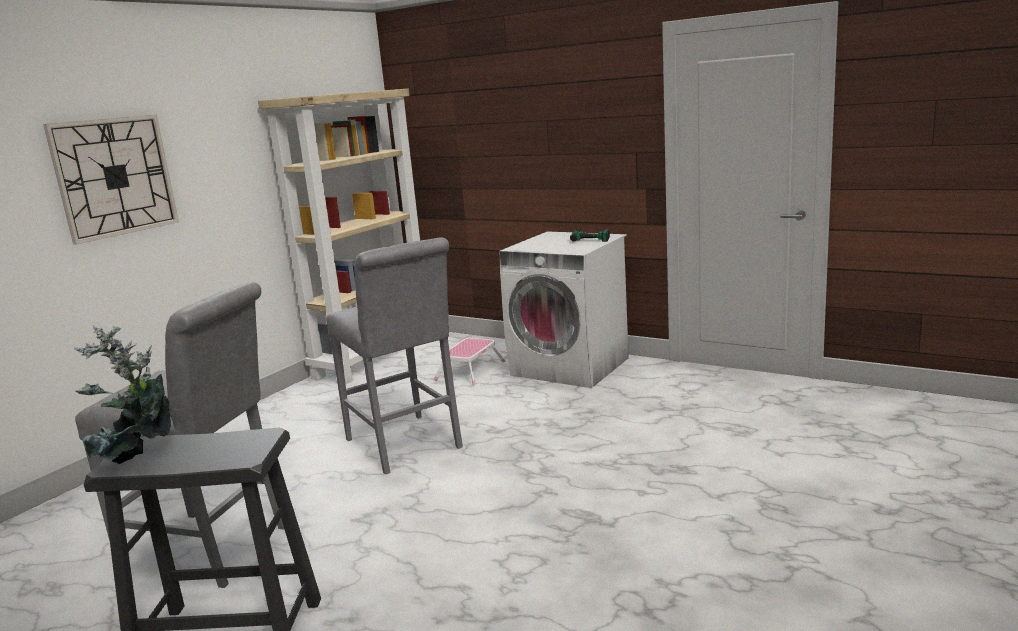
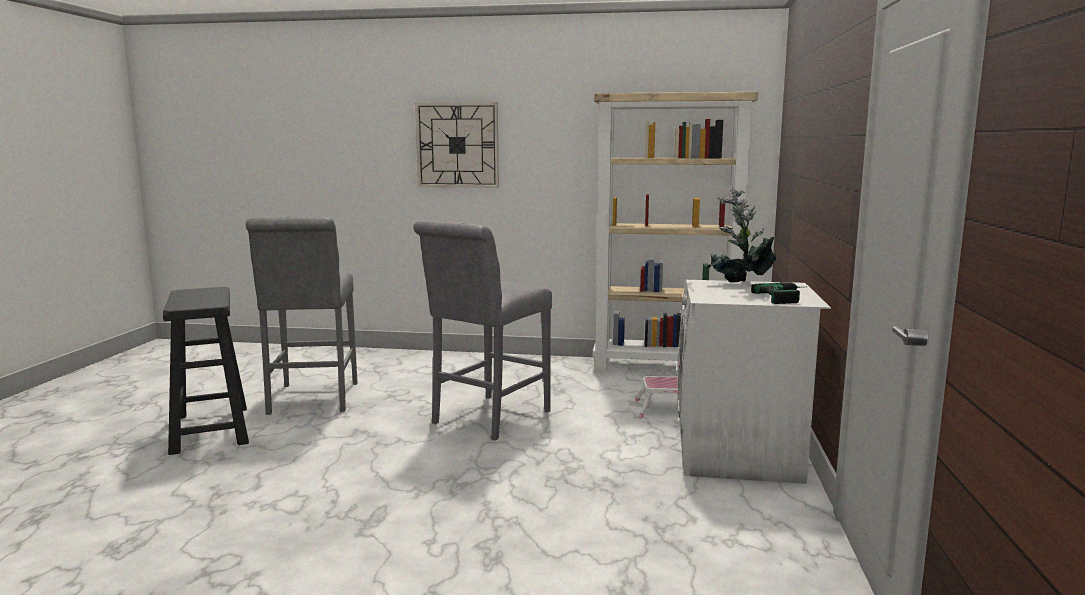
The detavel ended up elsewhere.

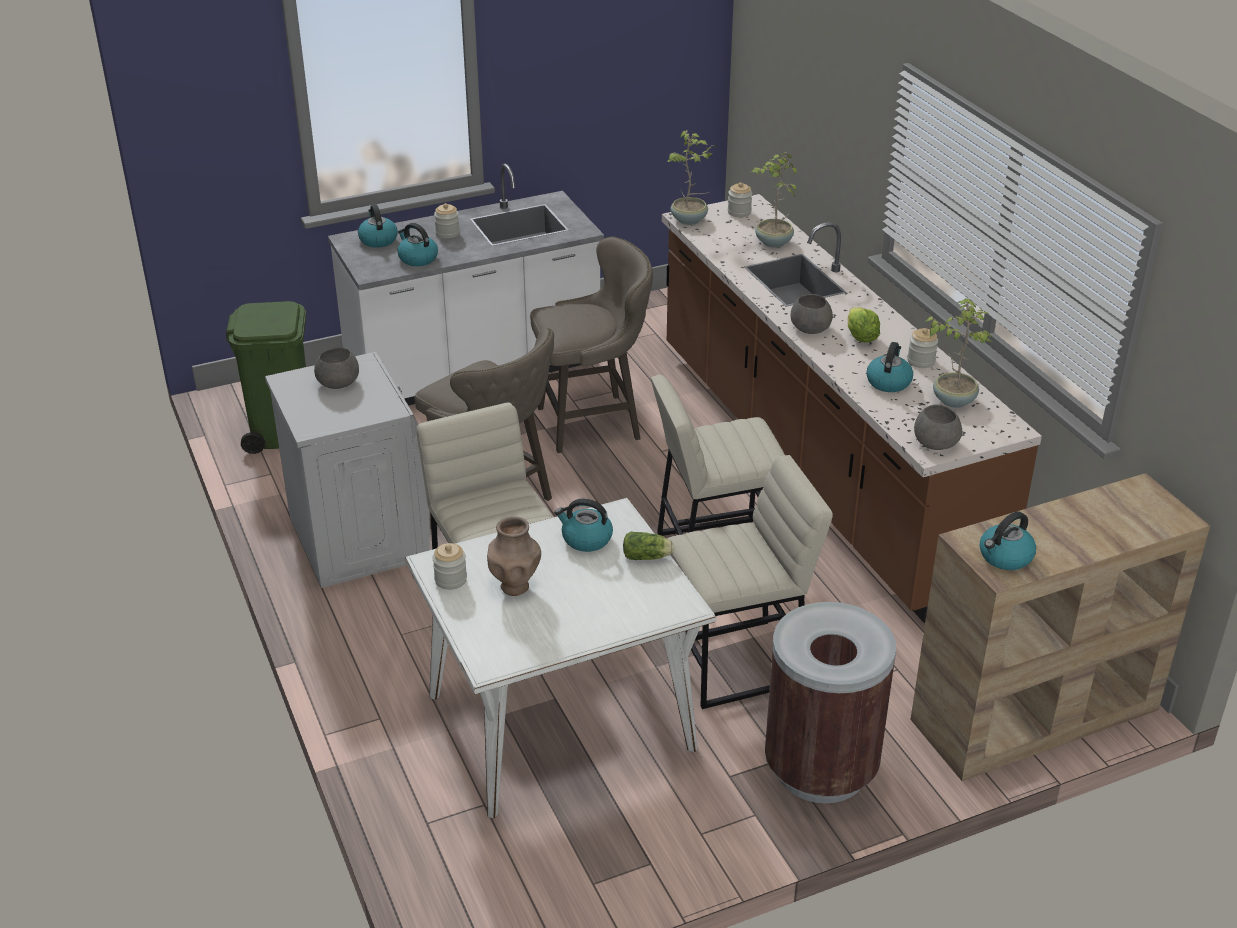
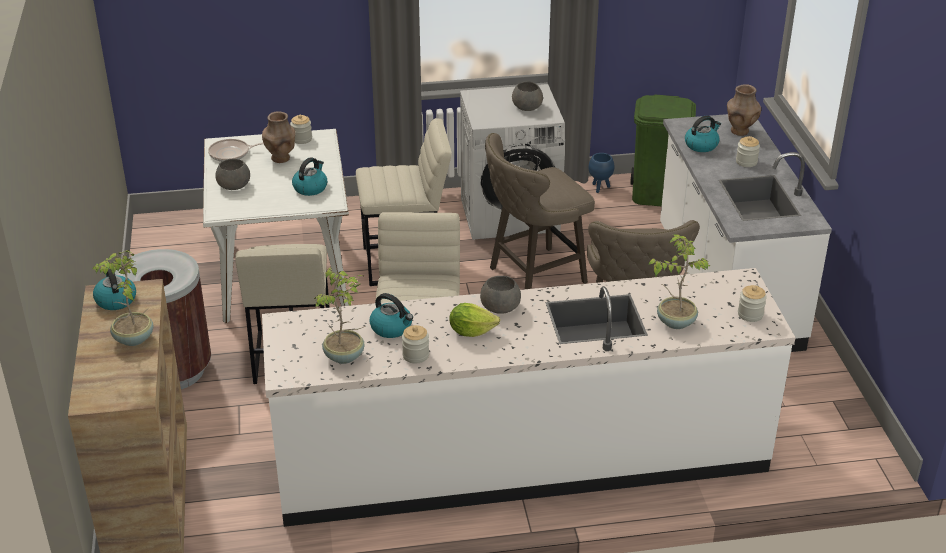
Where the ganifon (no. 1 from left) stood, the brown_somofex (no. 2 from left) came to stand.
The second view lost the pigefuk (no. 1 from left).
What was the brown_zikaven turned into the white_zikaven (no. 1 from left).
The detavel (no. 1 from left) ended up elsewhere.
The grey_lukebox (no. 3 from left in the first image) ended up elsewhere.
The second view gained the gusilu.
The second view gained the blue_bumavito.

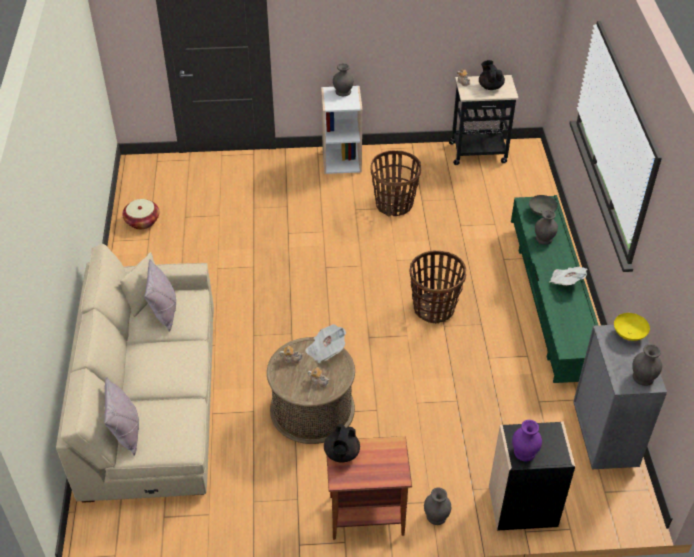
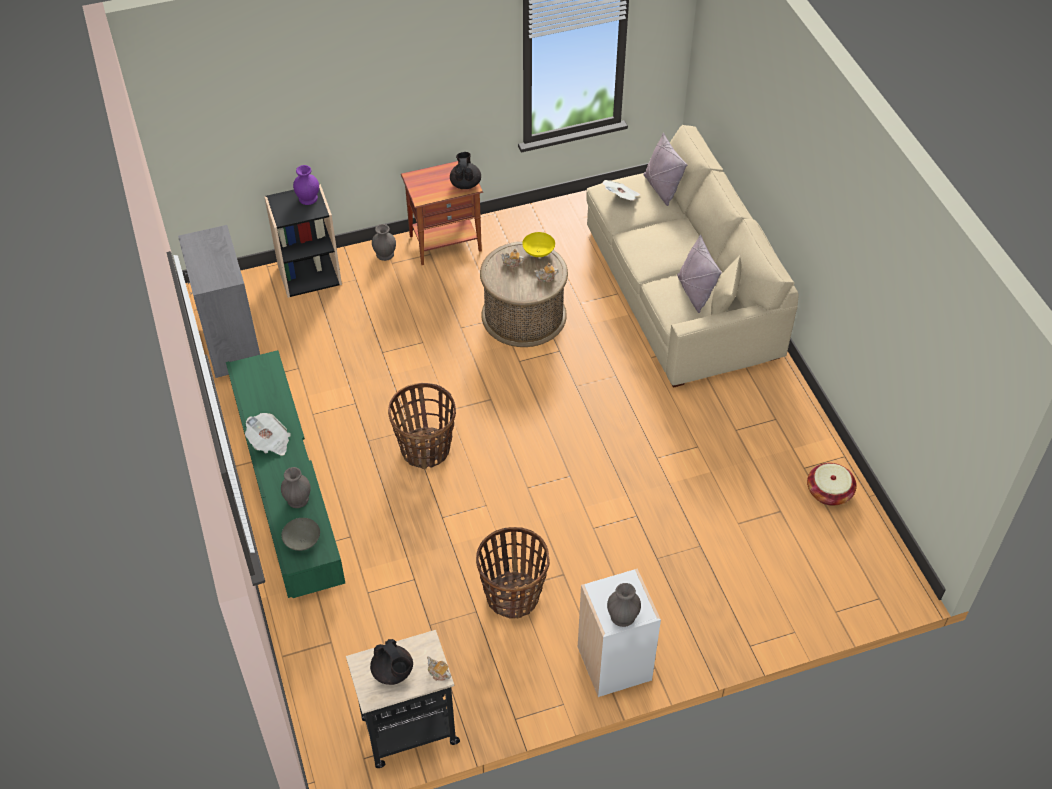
The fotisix (no. 1 from left in the first image) ended up elsewhere.
The yellow_lukebox ended up elsewhere.
The second view lost the grey_somofex (no. 4 from left).

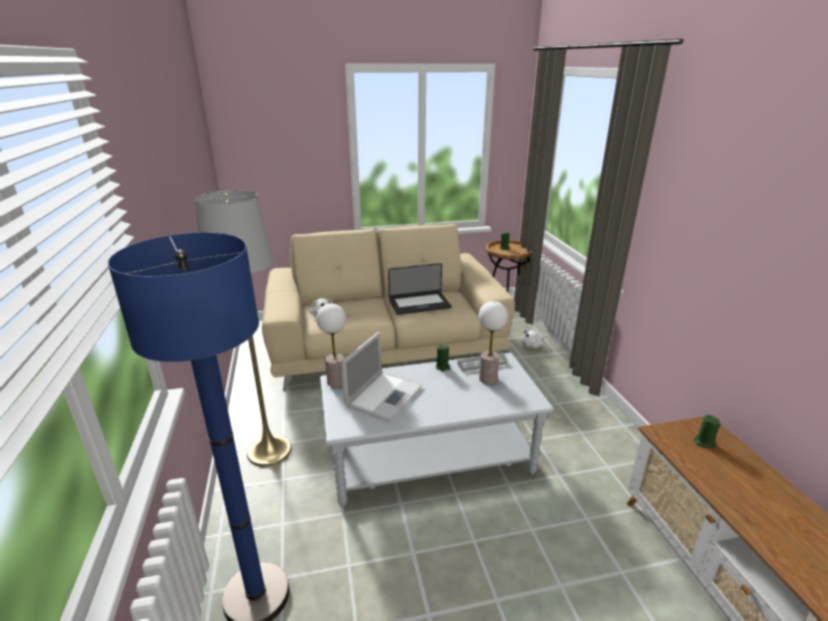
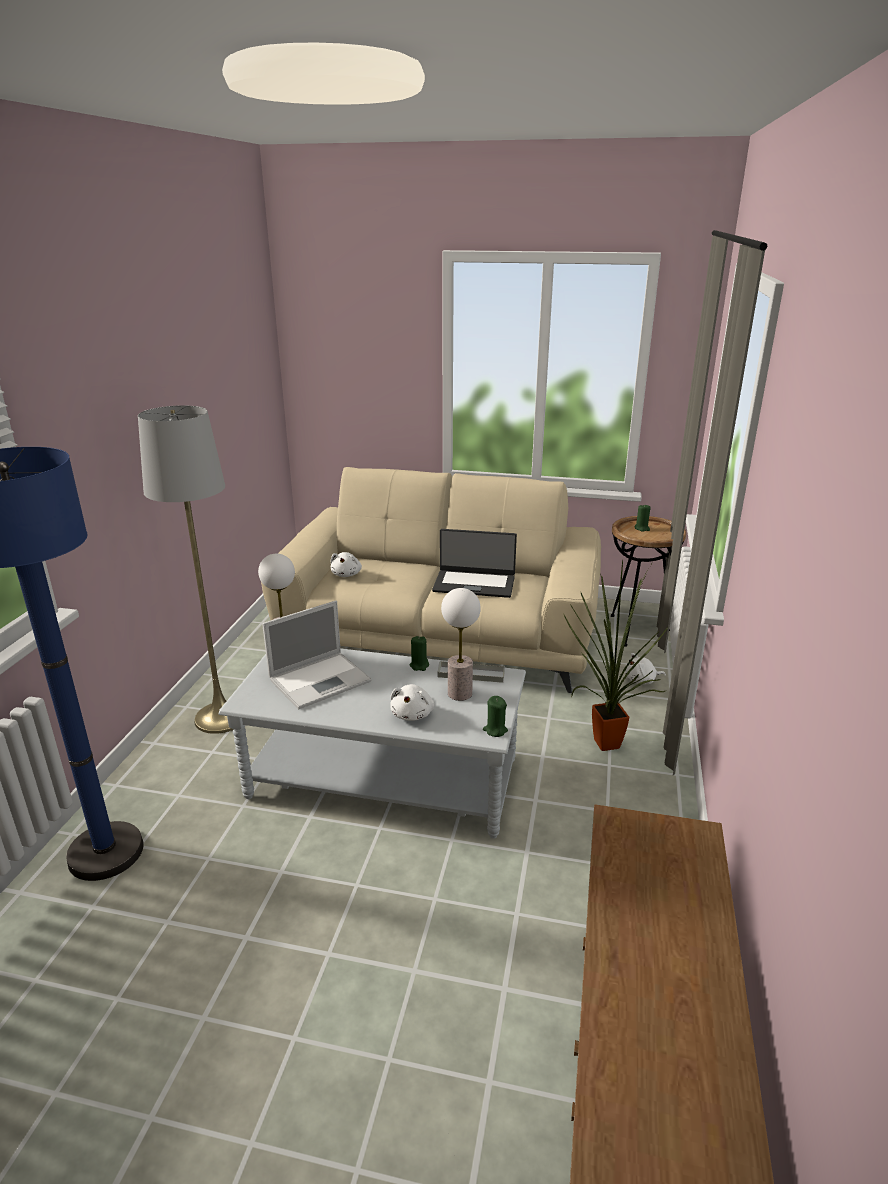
The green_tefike (no. 3 from left in the first image) ended up elsewhere.
The second view gained the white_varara (no. 2 from left).
The second view gained the detavel.

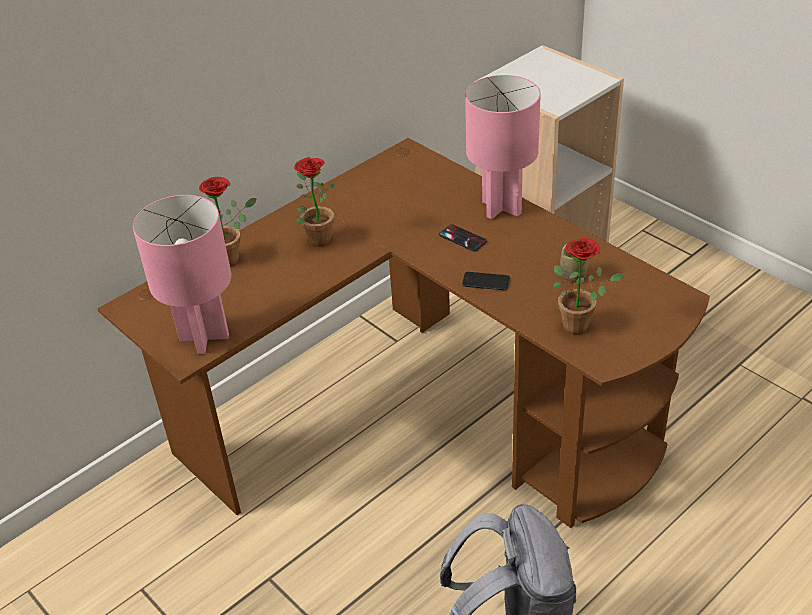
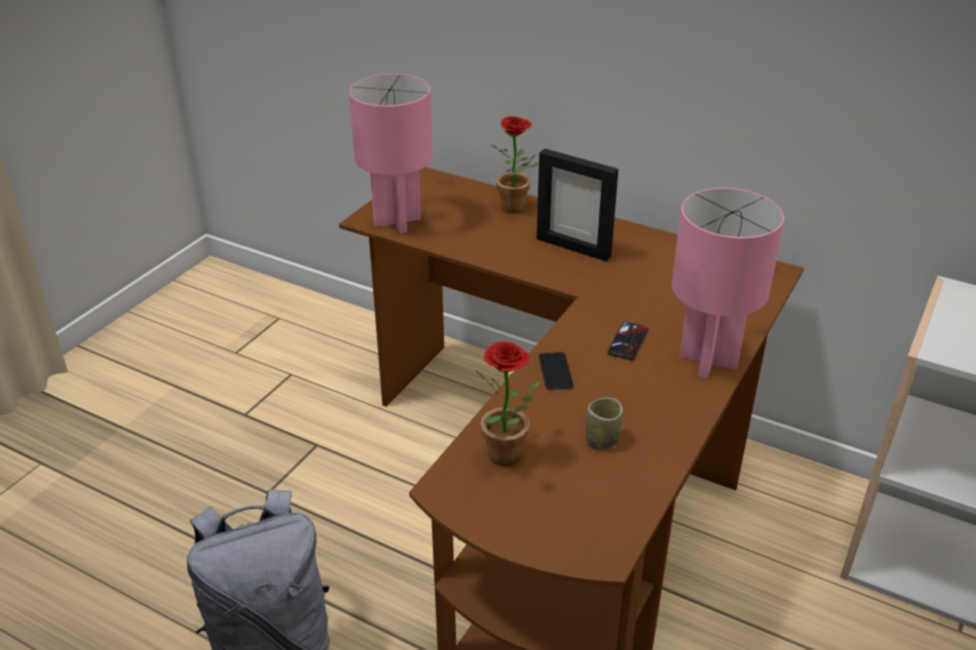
Where the detavel (no. 2 from left) stood, the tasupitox came to stand.

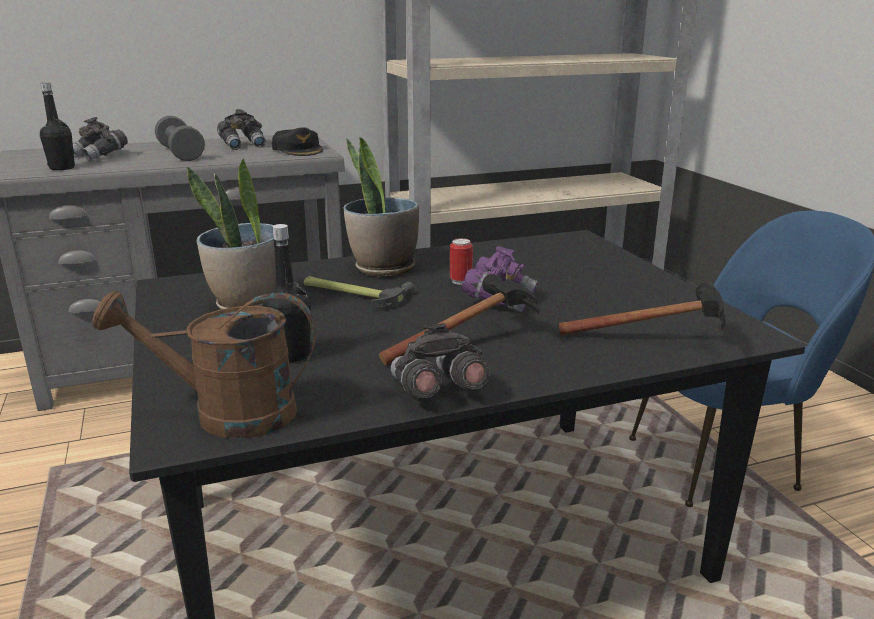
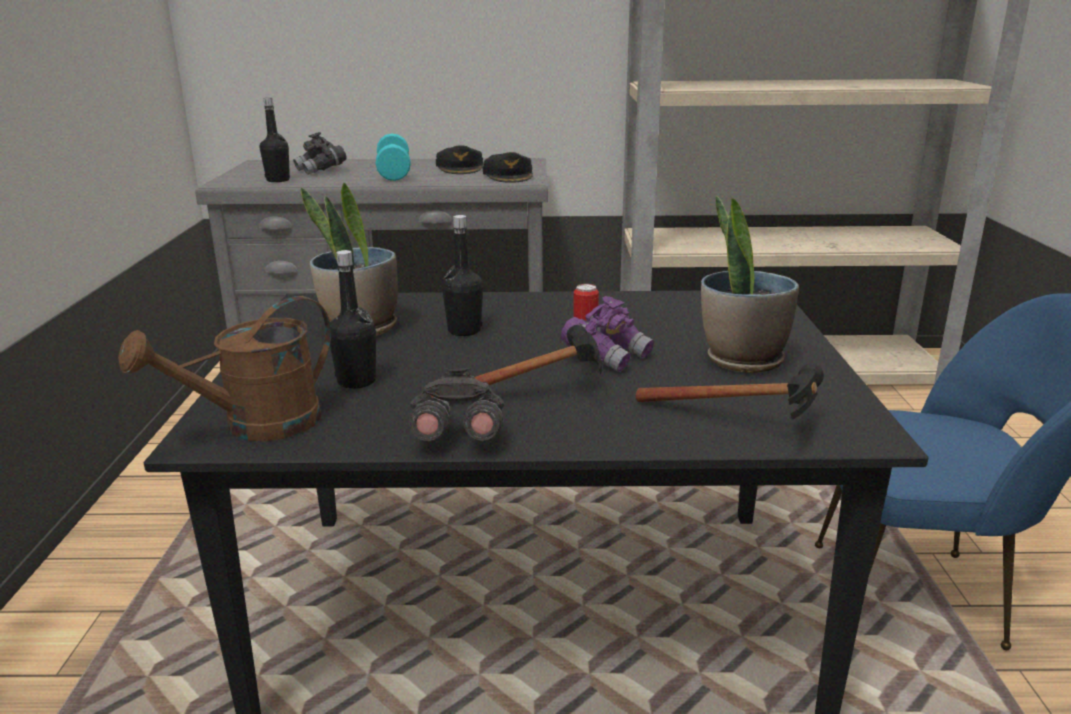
The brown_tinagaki ended up facing another way, 60 degrees counterclockwise from before.
What was the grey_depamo turned into the turquoise_depamo.
Where the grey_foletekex (no. 2 from left) stood, the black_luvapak (no. 1 from left) came to stand.
Where the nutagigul (no. 1 from left) stood, the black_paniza (no. 3 from left) came to stand.
The detavel (no. 2 from left) ended up elsewhere.

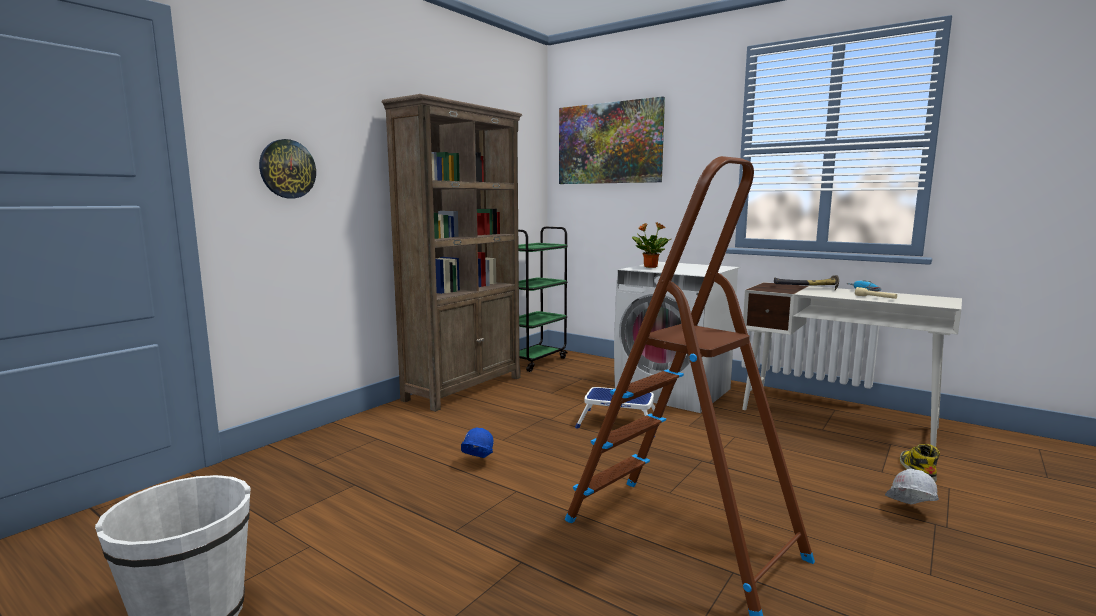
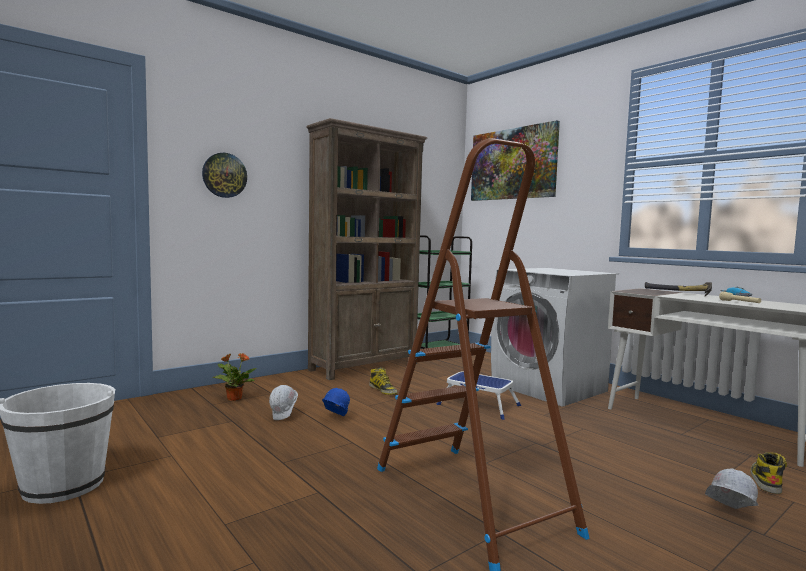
The detavel ended up elsewhere.
The second view gained the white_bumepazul (no. 1 from left).
The second view gained the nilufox (no. 1 from left).

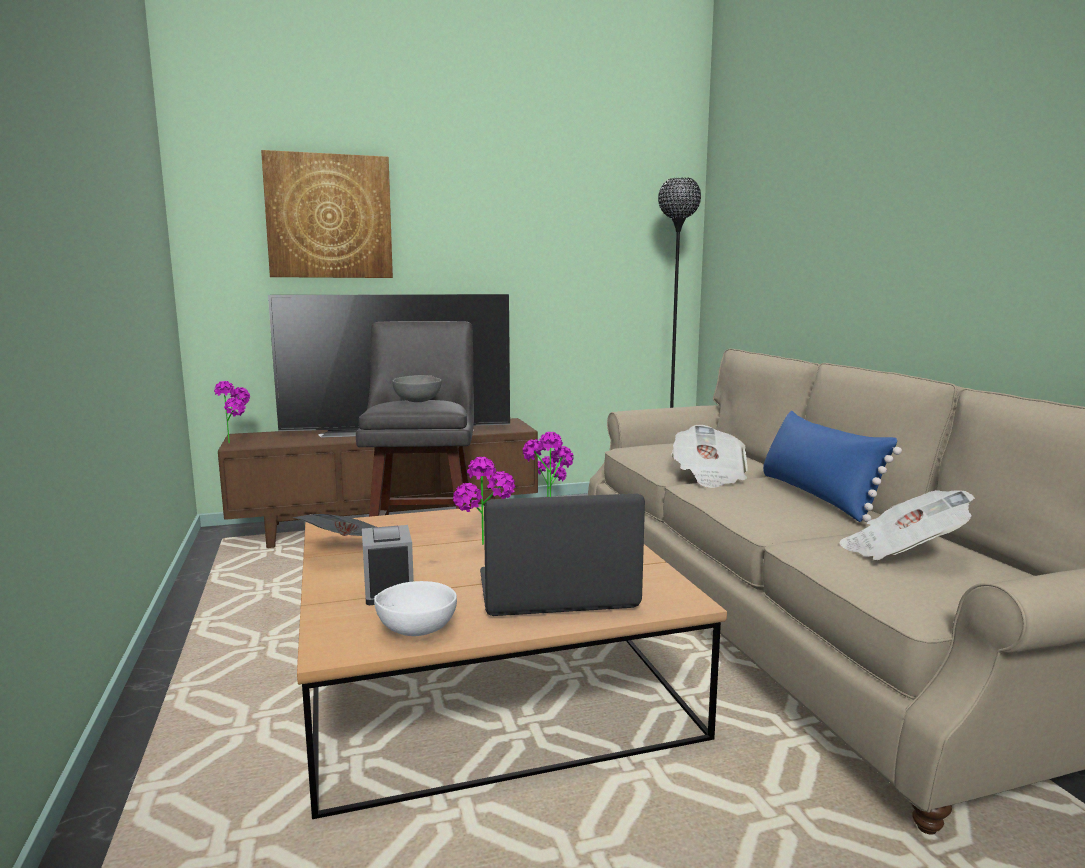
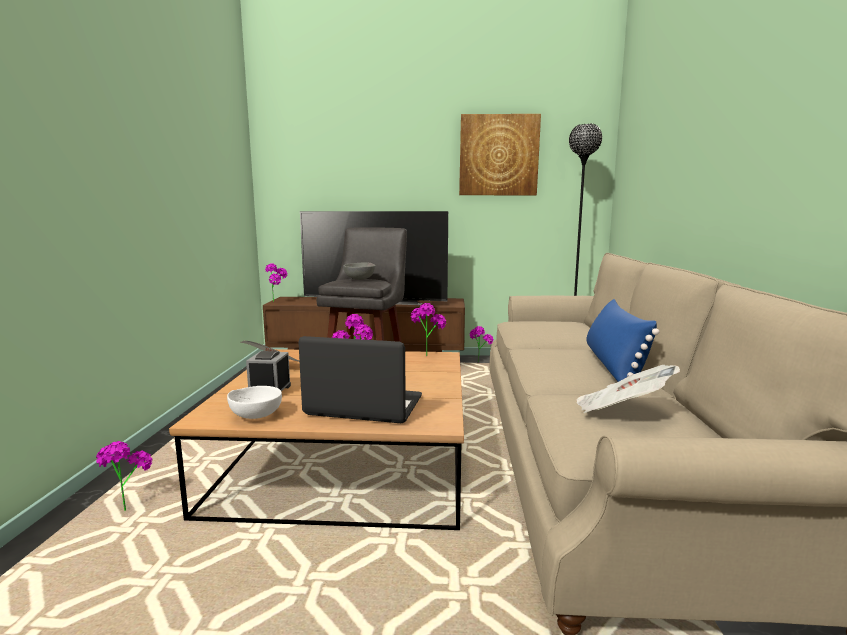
The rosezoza ended up elsewhere.
The second view lost the fotisix (no. 2 from left).
The second view gained the detavel (no. 1 from left).

